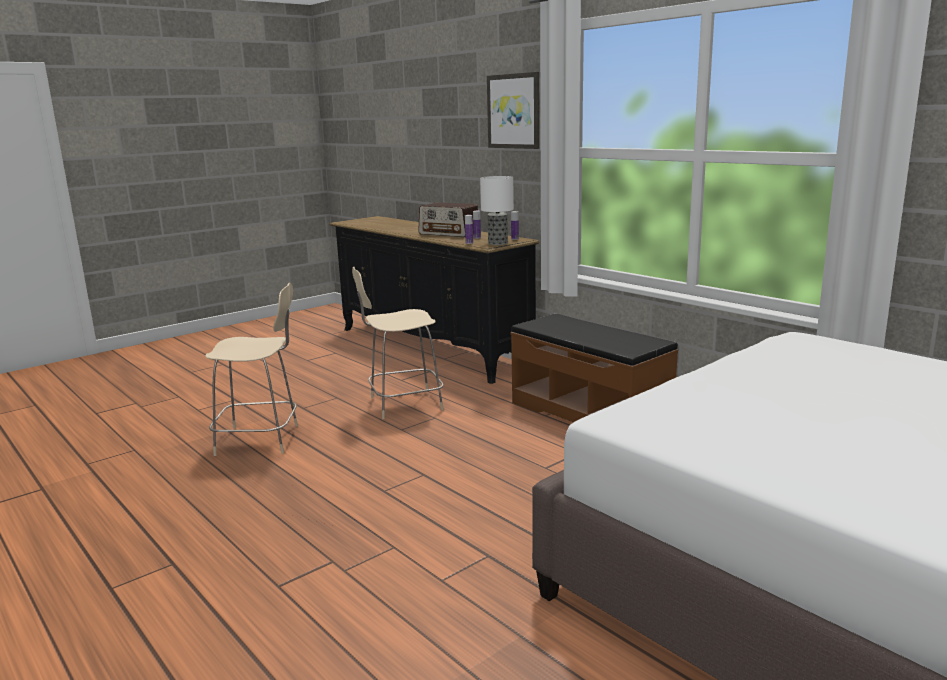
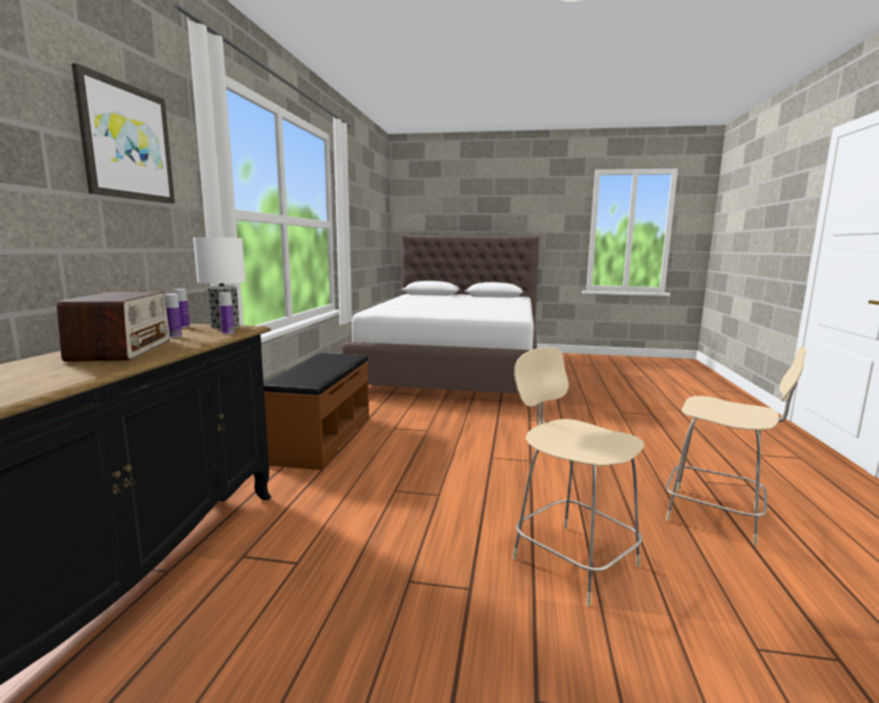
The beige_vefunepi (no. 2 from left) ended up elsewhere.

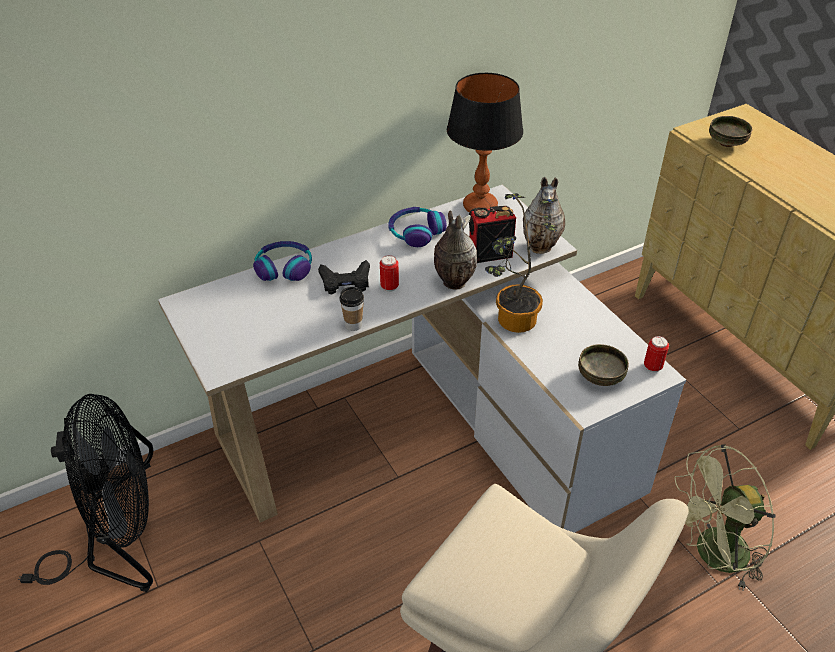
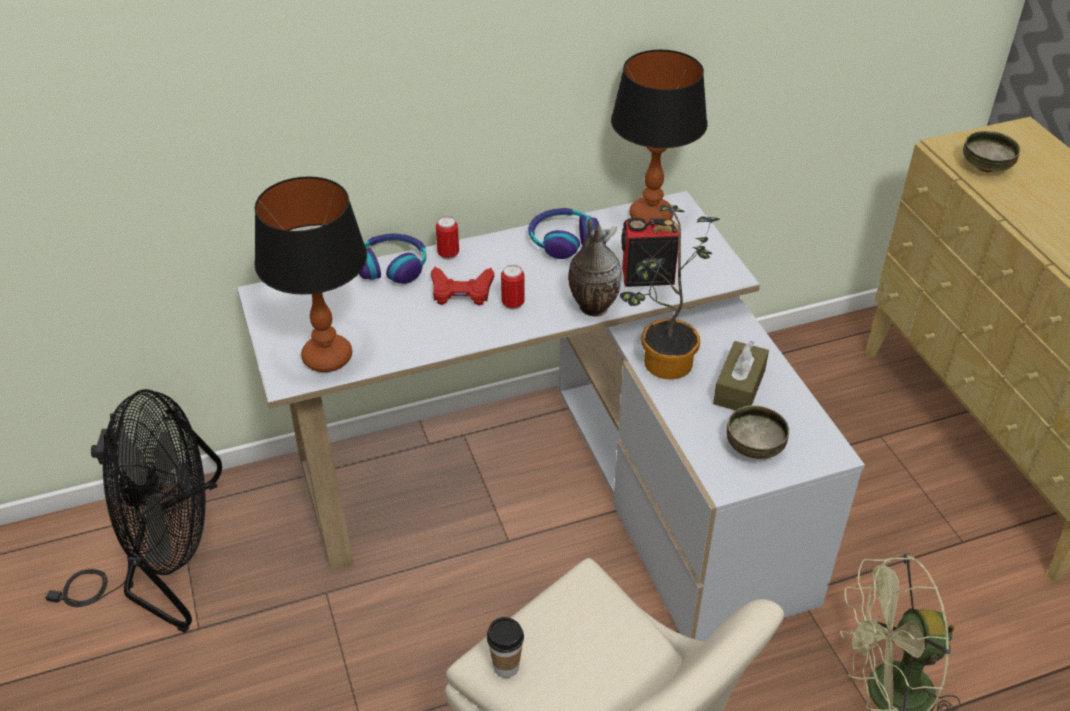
What was the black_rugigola turned into the red_rugigola.
The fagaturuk ended up elsewhere.
The second view lost the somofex (no. 2 from left).
The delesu (no. 2 from left in the first image) ended up elsewhere.
The second view gained the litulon (no. 1 from left).
The second view gained the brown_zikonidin.

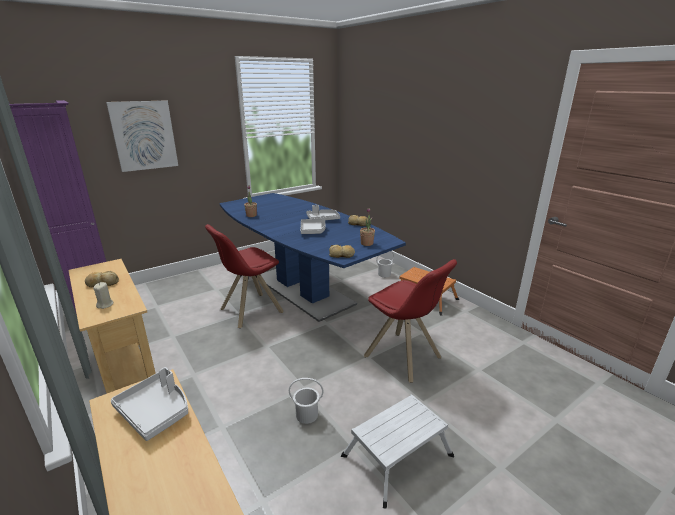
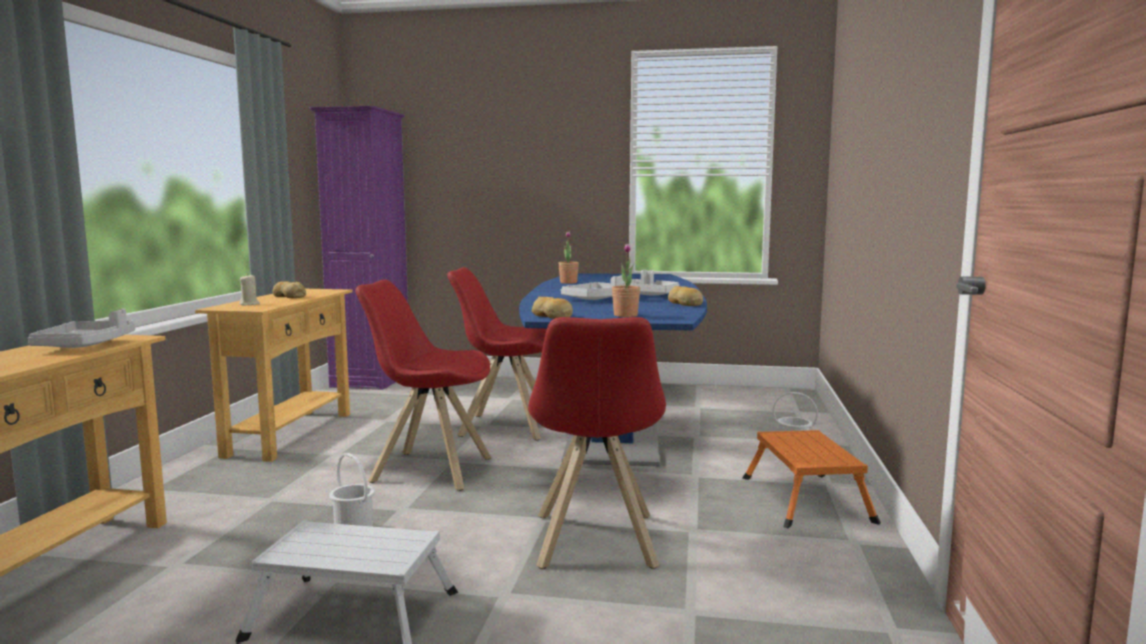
The second view lost the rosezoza.
The second view gained the red_vefunepi (no. 1 from left).

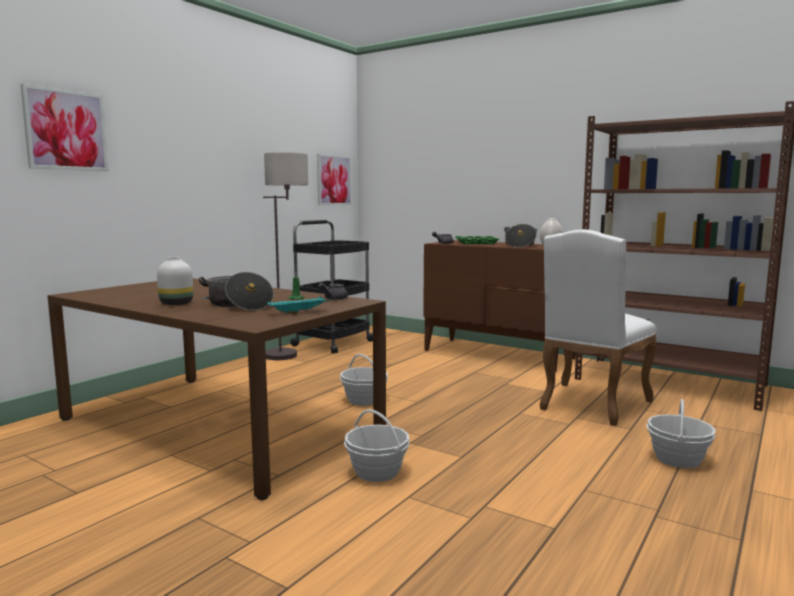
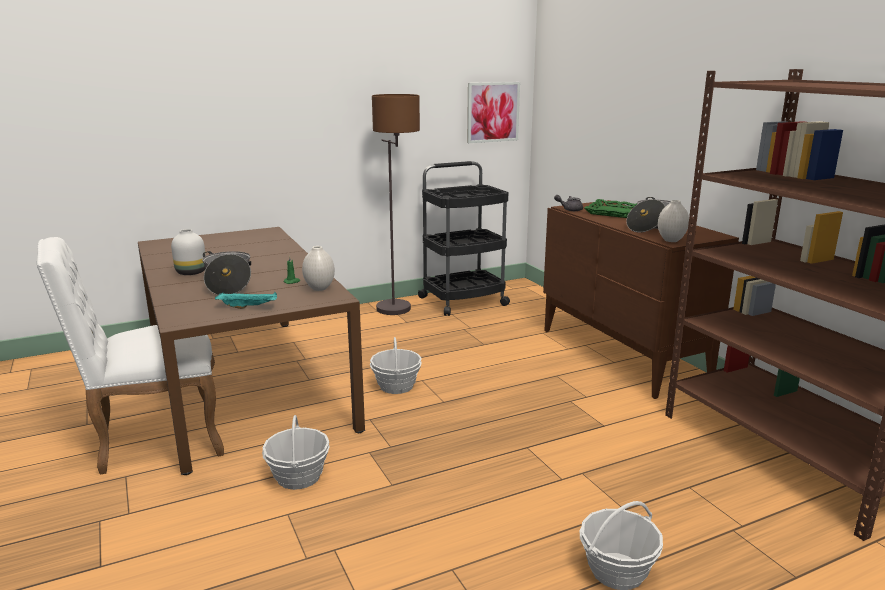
The second view lost the rosezoza (no. 1 from left).
What was the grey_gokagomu turned into the brown_gokagomu.
Where the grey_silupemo (no. 1 from left) stood, the white_somofex (no. 2 from left) came to stand.
The white_vefunepi ended up elsewhere.

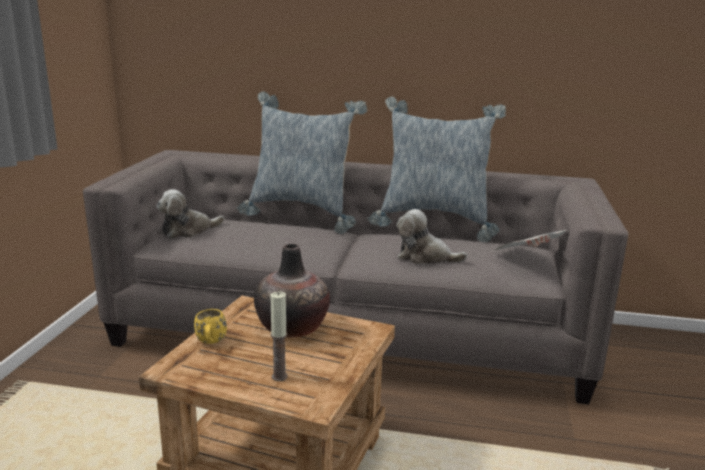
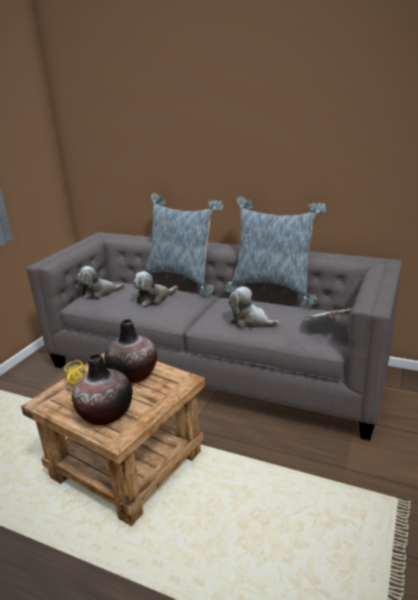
Where the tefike stood, the somofex (no. 1 from left) came to stand.
The second view gained the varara (no. 2 from left).

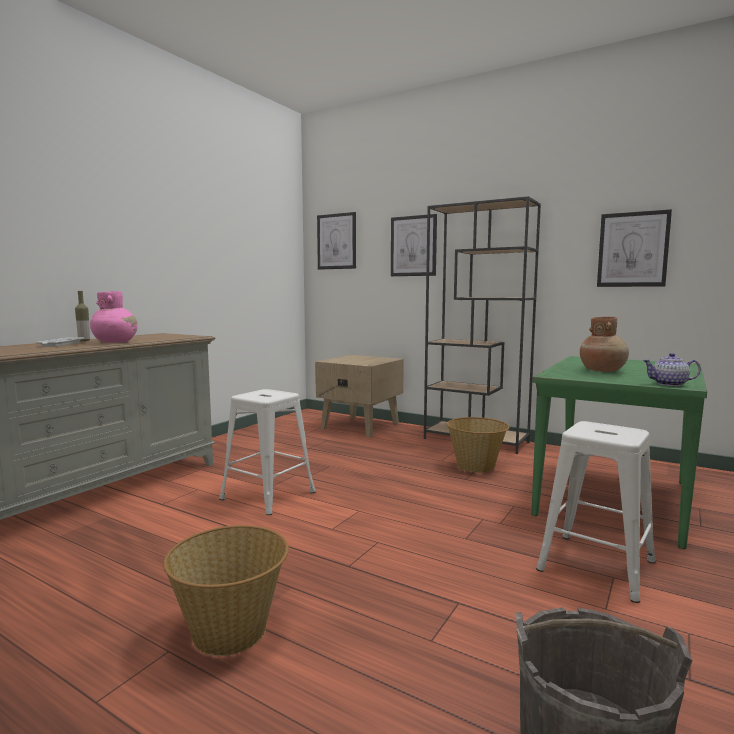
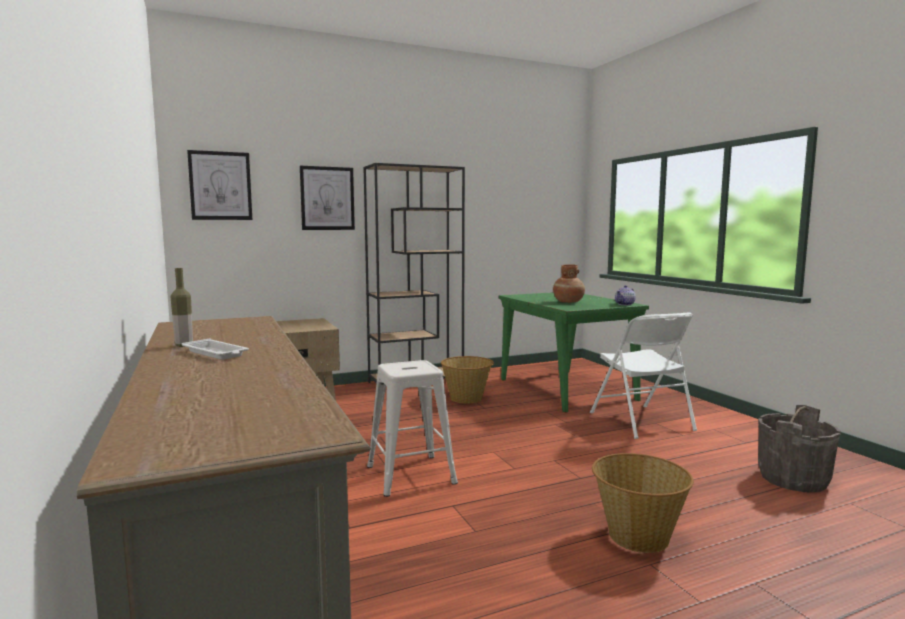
The second view lost the pink_somofex.
Where the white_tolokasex (no. 2 from left) stood, the white_vefunepi came to stand.
The second view lost the rosezoza (no. 3 from left).

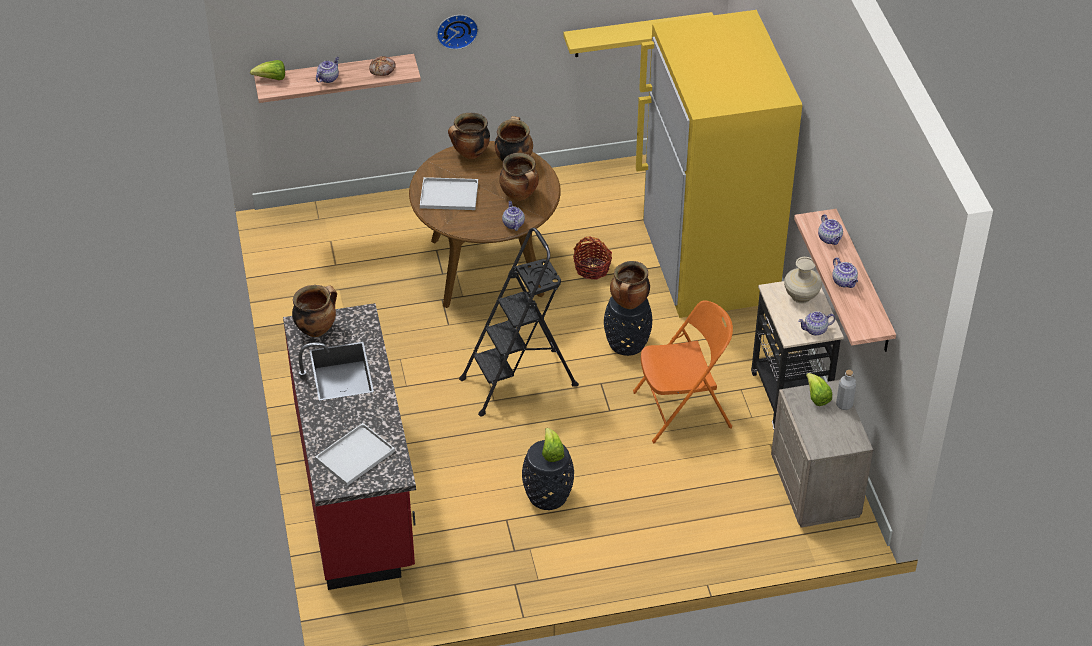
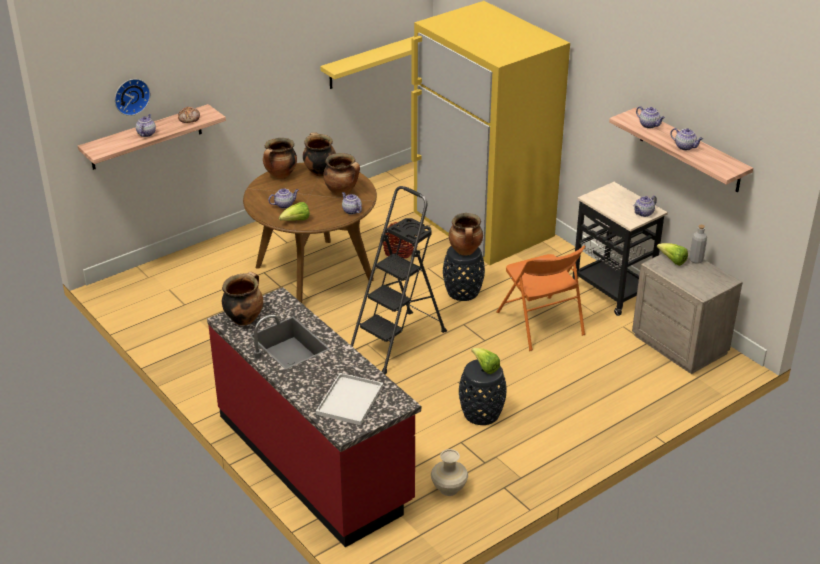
The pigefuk (no. 1 from left) ended up elsewhere.
Where the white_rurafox (no. 2 from left) stood, the silupemo (no. 2 from left) came to stand.
The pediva ended up elsewhere.
The orange_vefunepi ended up facing another way, 105 degrees clockwise from before.
The beige_somofex ended up elsewhere.

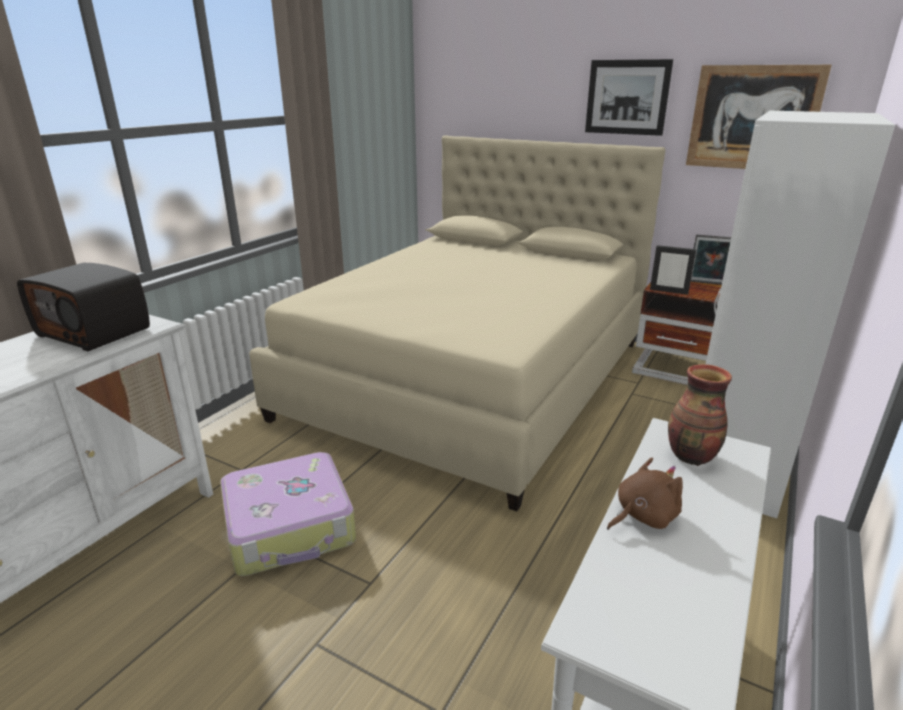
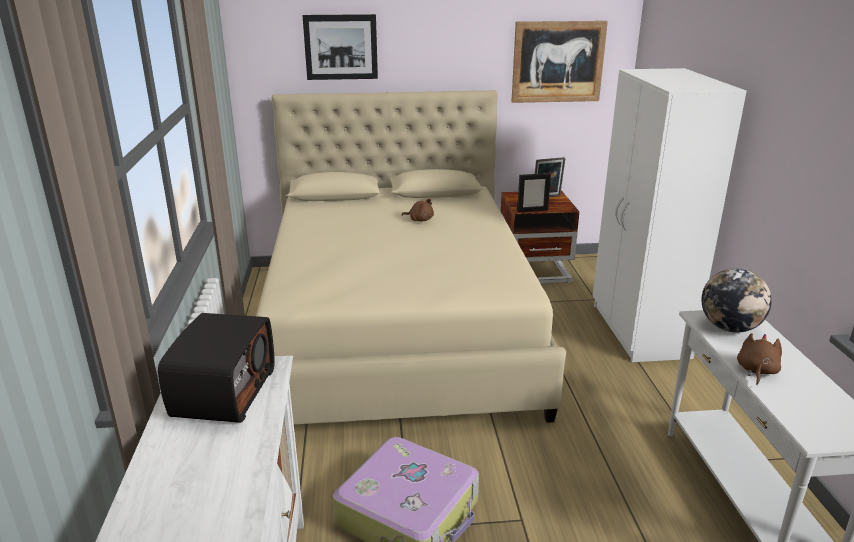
The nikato ended up facing another way, 75 degrees counterclockwise from before.
The rosezoza (no. 1 from left) ended up elsewhere.
Where the somofex stood, the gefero came to stand.
The second view gained the brown_varara (no. 1 from left).

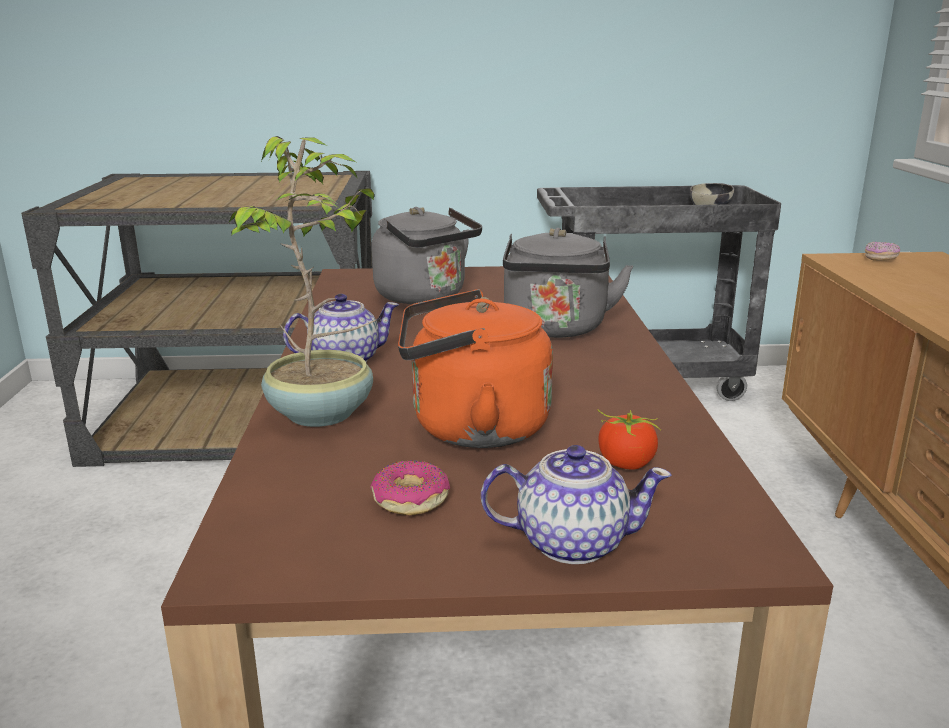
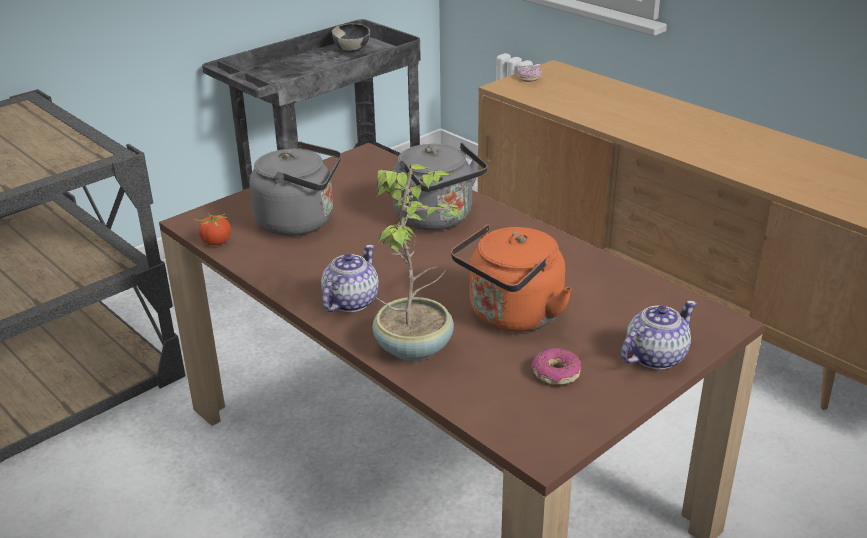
The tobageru ended up elsewhere.

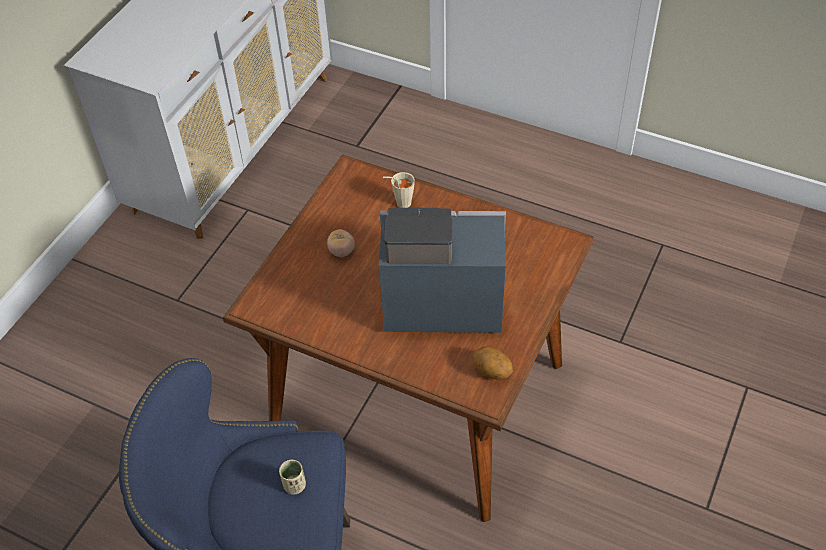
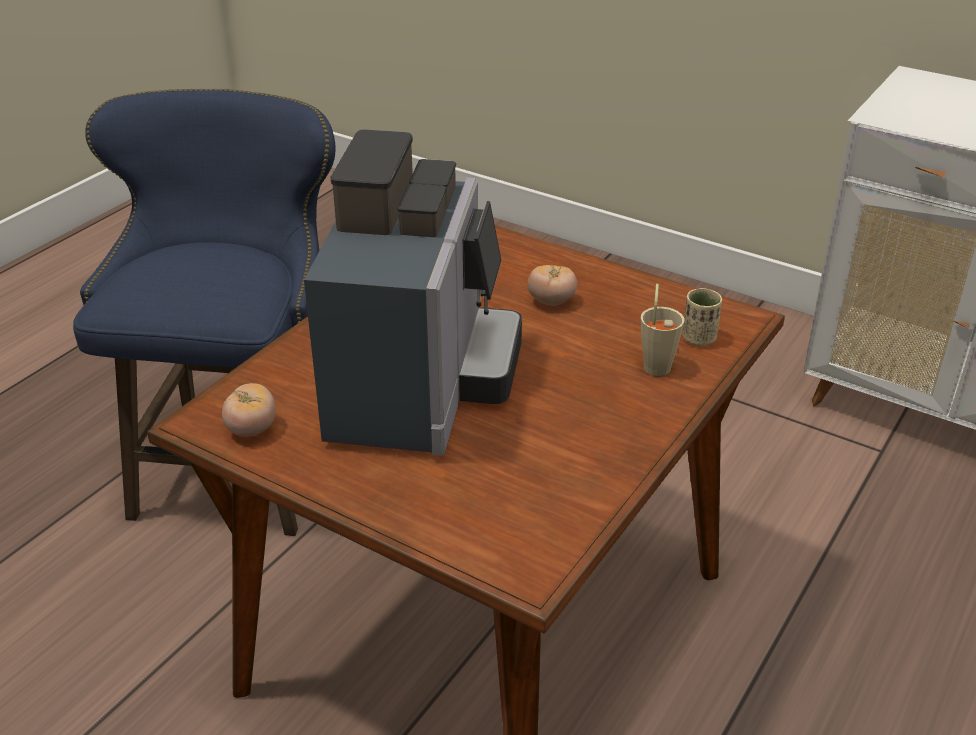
The beige_fagaturuk (no. 1 from left in the first image) ended up elsewhere.
Where the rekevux stood, the tobageru (no. 1 from left) came to stand.

